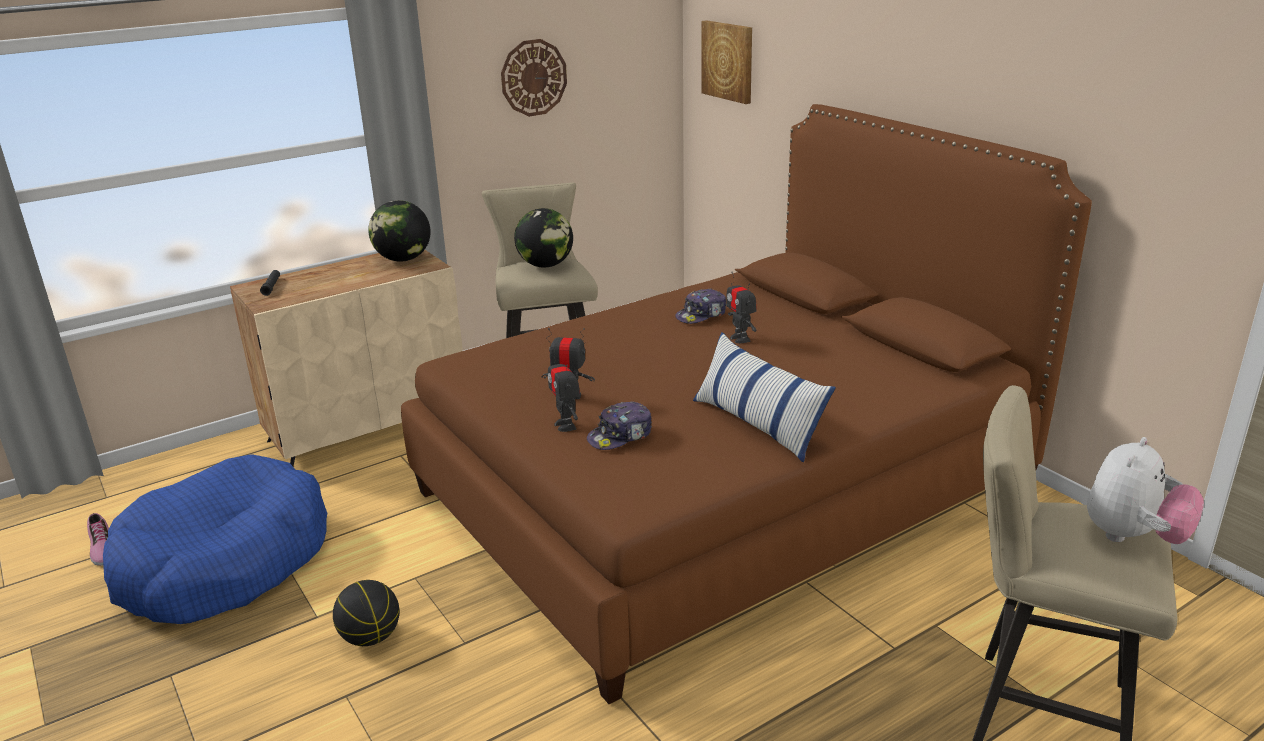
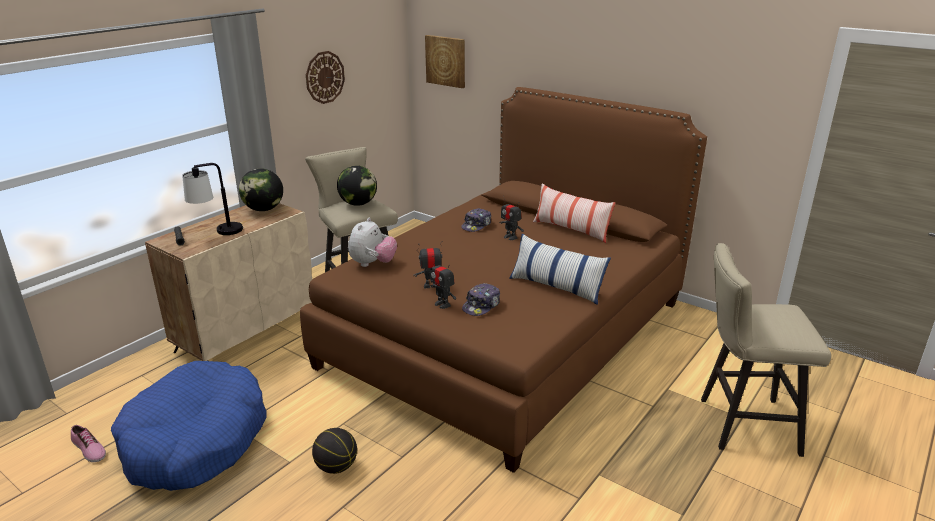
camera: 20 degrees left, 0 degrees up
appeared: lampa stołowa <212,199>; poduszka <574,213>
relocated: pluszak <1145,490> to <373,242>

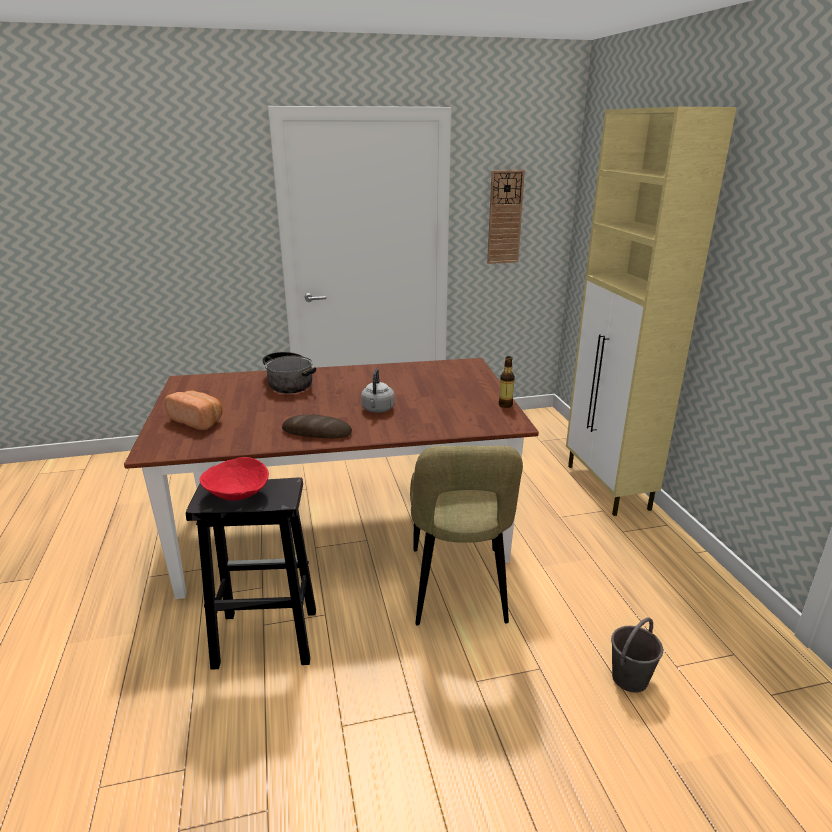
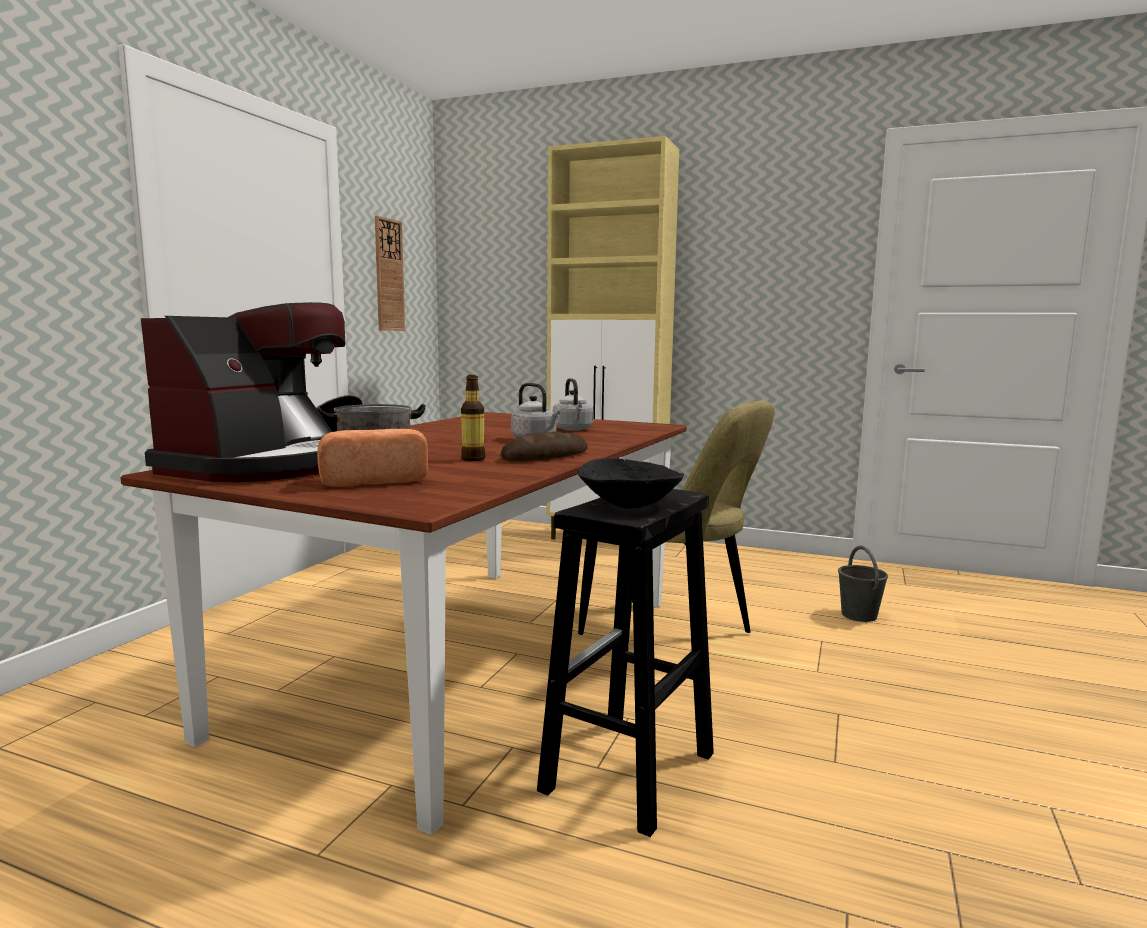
camera: 55 degrees left, 15 degrees down
appeared: ekspres do kawy <243,392>; czajnik/szary <573,404>
relocated: butelka <507,382> to <473,418>
colour: miska/czerwony <234,479> to miska/czarny <630,483>

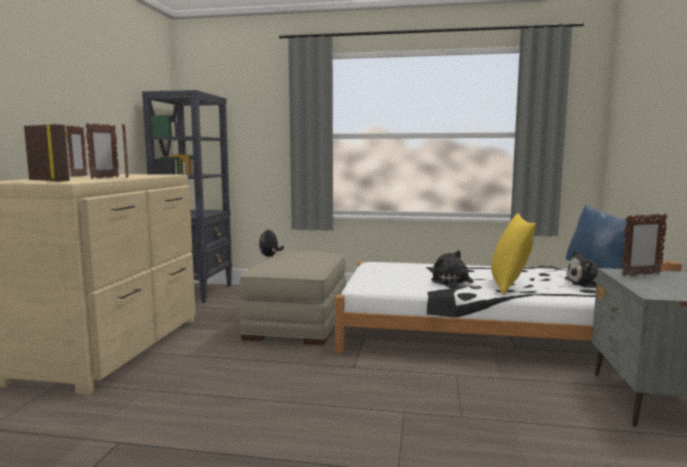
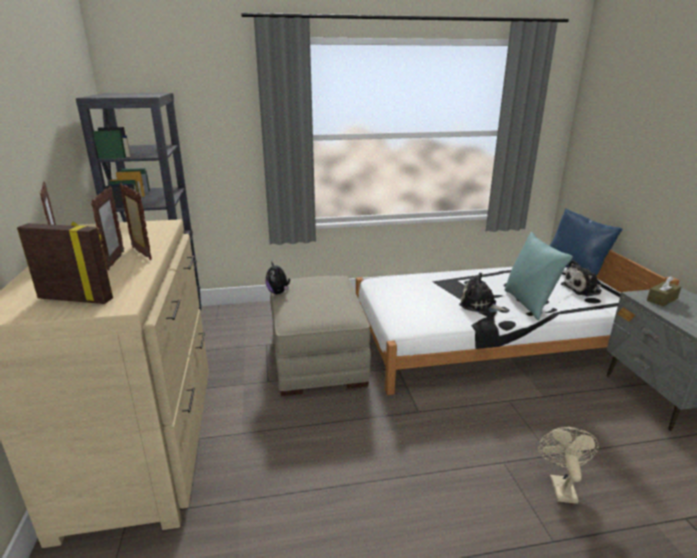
camera: 20 degrees left, 15 degrees up
appeared: wentylator/beżowy <568,465>
exchanged: ramka na zdjęcie <644,244> to pudełko chusteczek/brązowy <664,291>
colour: poduszka/żółty <513,254> to poduszka/turkusowy <539,276>

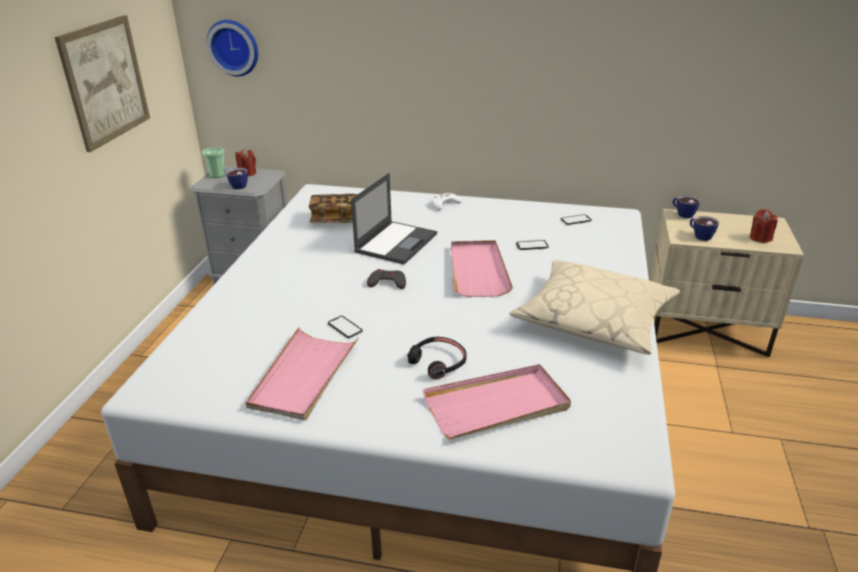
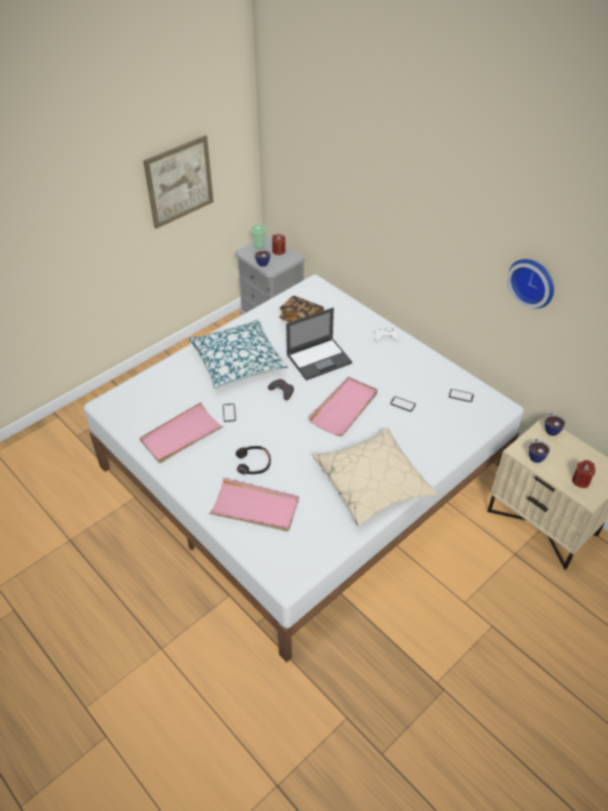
camera: 35 degrees right, 15 degrees up
appeared: poduszka <238,354>
relocated: zegar ścienny <232,48> to <530,283>

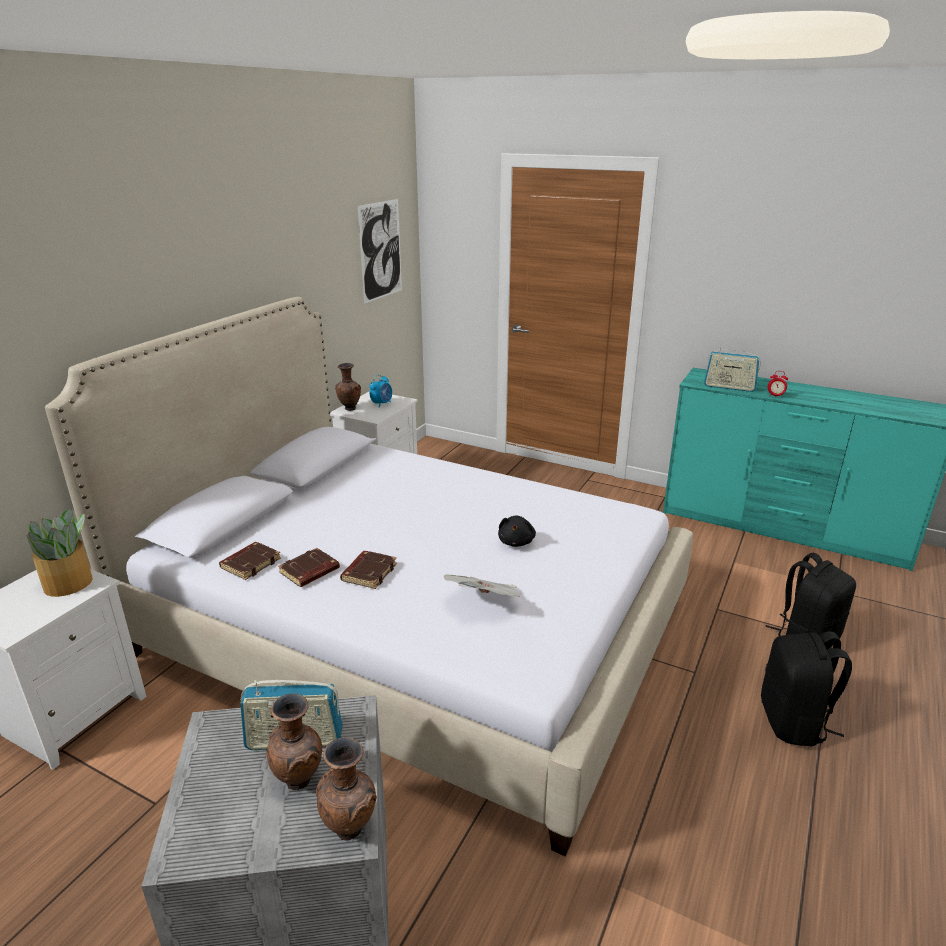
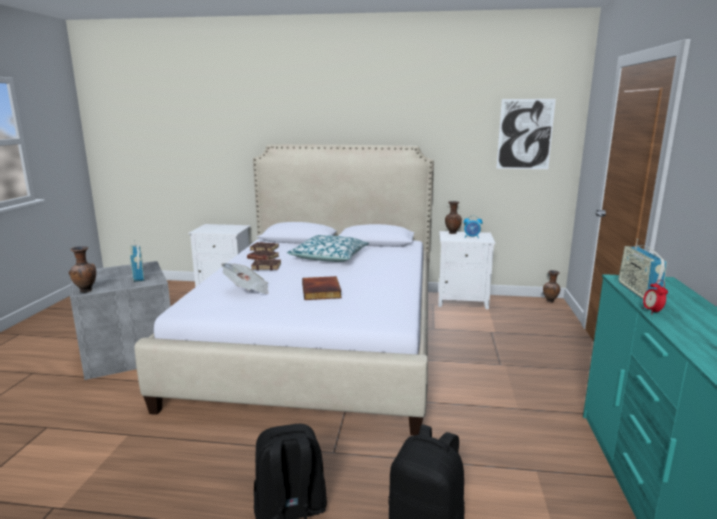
camera: 70 degrees right, 10 degrees down
missing: roślina doniczkowa <58,553>
appeared: poduszka <328,248>
relocated: wazon/brązowy <294,742> to <551,286>
exchanged: pluszak/czarny <517,531> to książka <322,288>

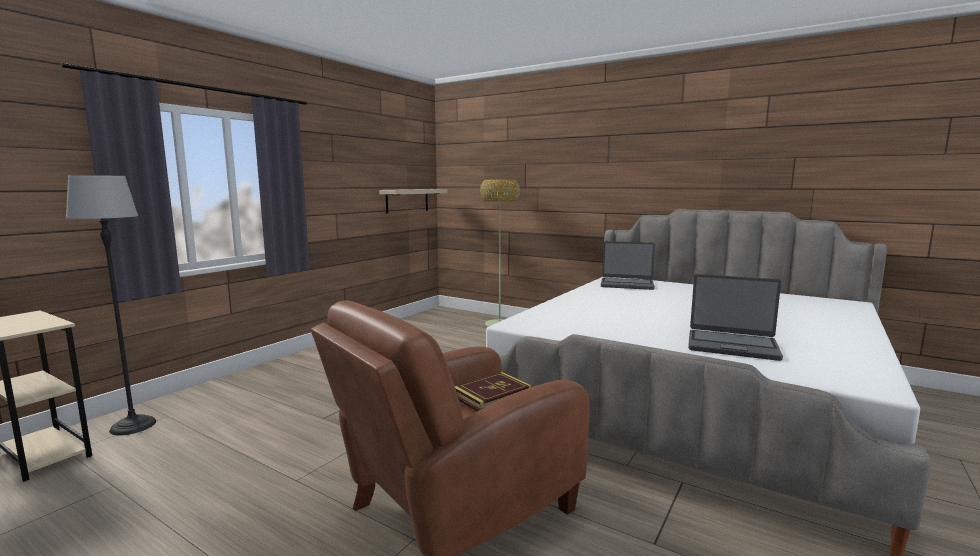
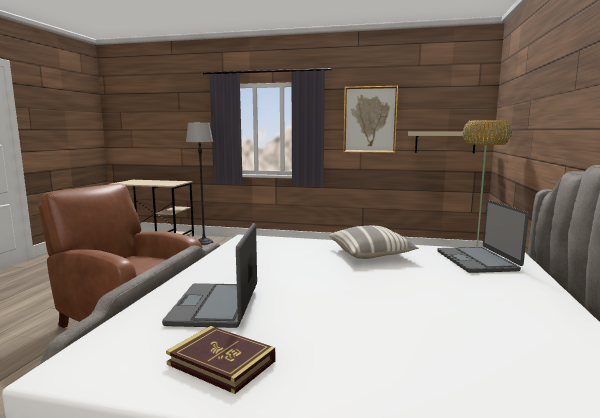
camera: 70 degrees right, 0 degrees up
appeared: poduszka <374,242>; obraz <370,119>
relocated: książka <493,391> to <220,360>

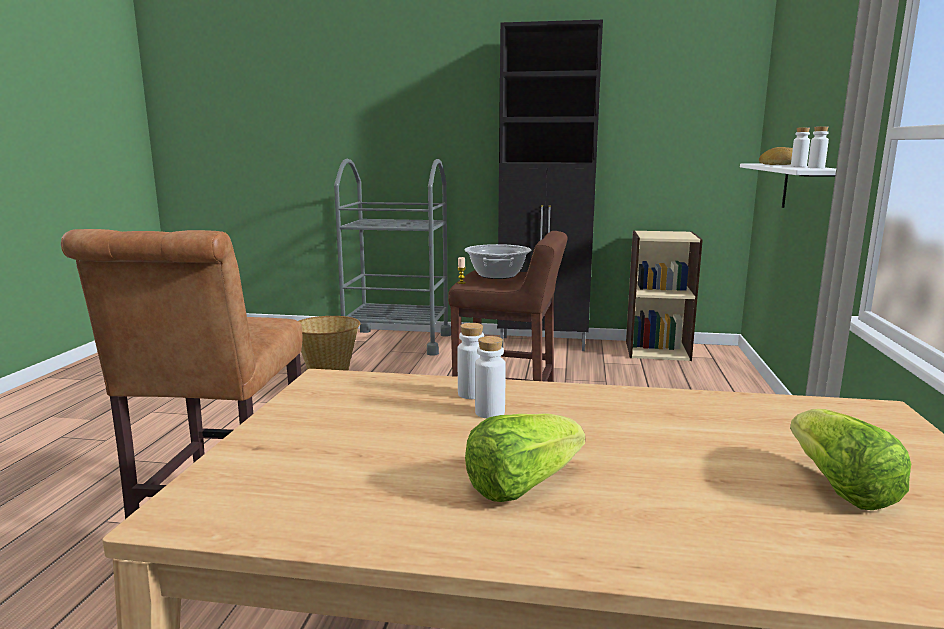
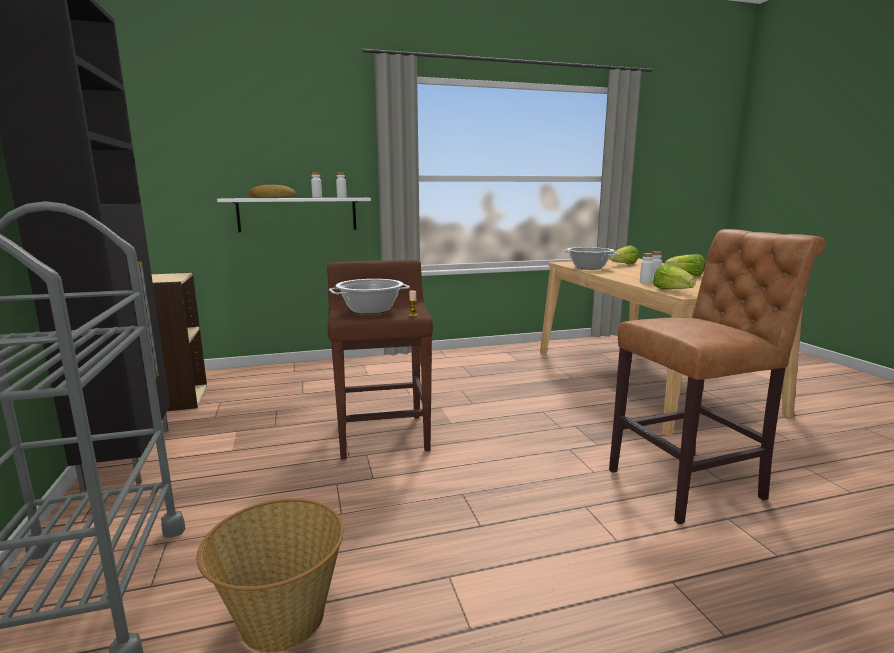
camera: 115 degrees left, 0 degrees up
appeared: garnek <590,258>; sałata <674,276>

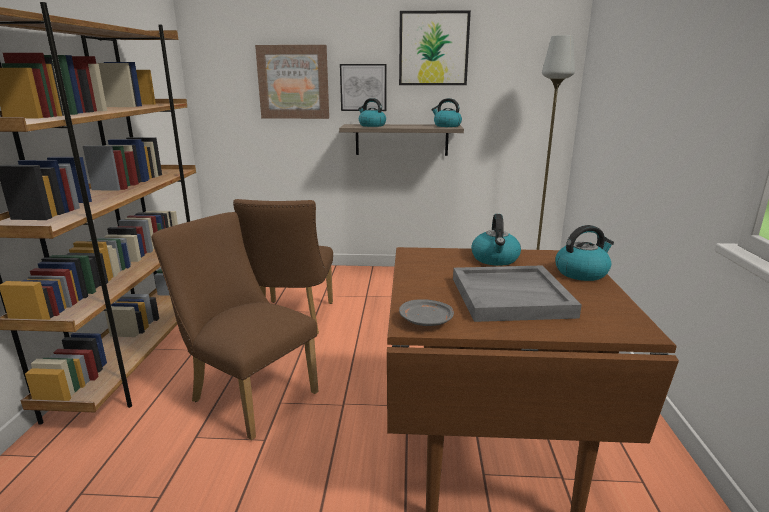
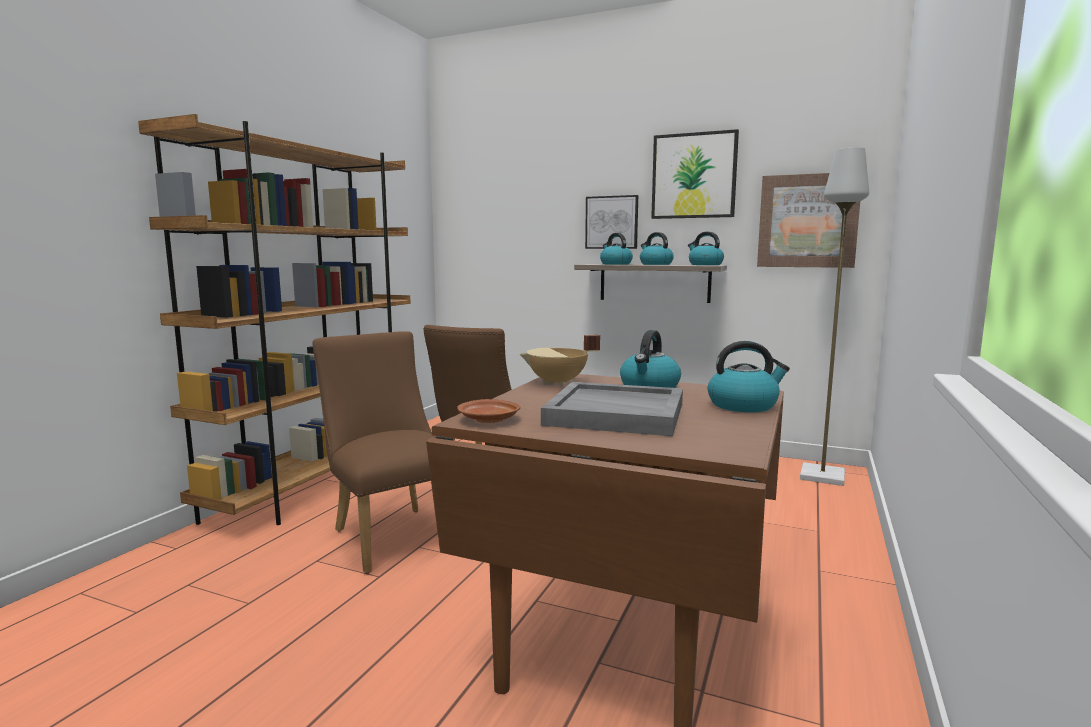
camera: 20 degrees right, 10 degrees down
appeared: garnek/beżowy <560,360>; czajnik <657,248>
relocated: obraz <292,82> to <808,220>
colour: talerz/szary <426,312> to talerz/brązowy <488,411>

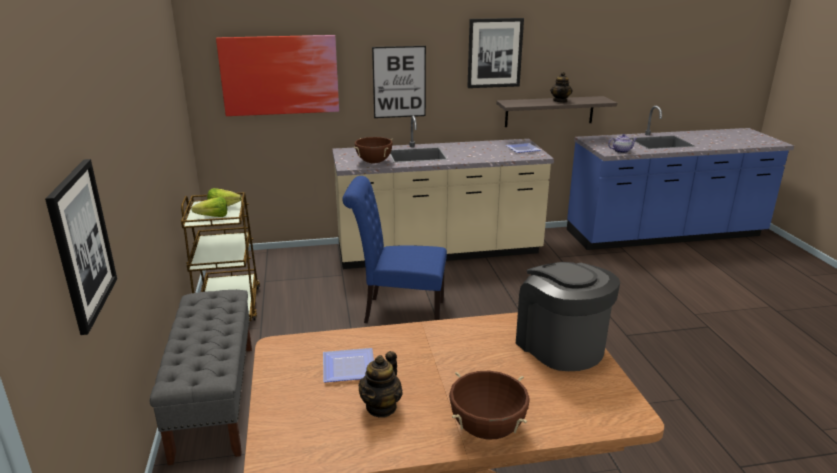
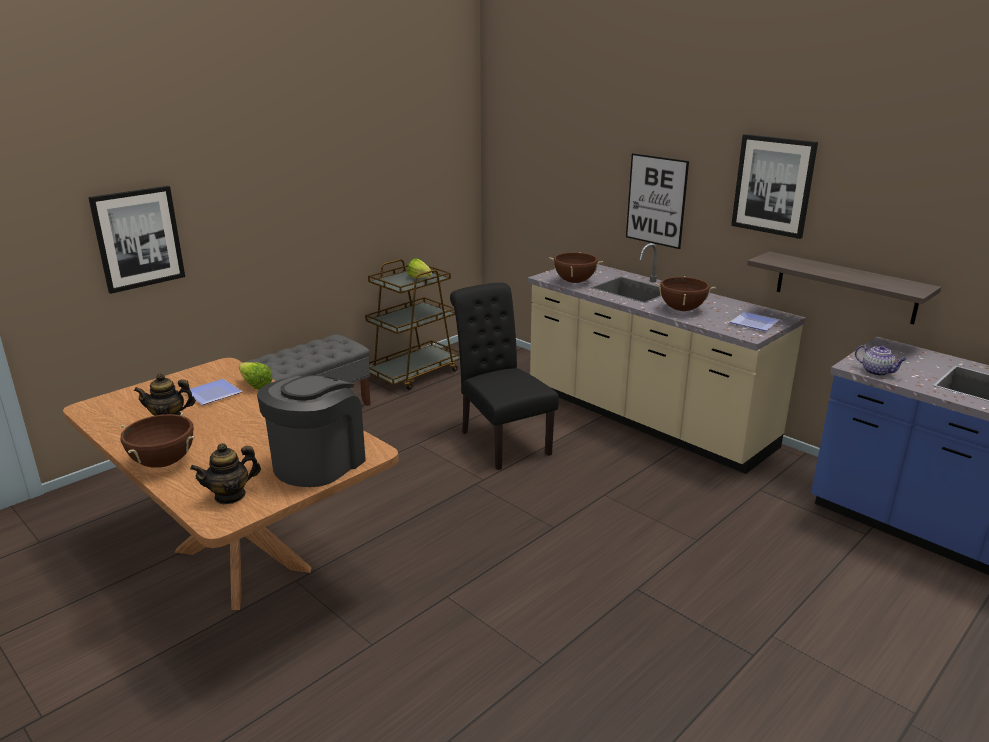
camera: 55 degrees right, 0 degrees up
missing: obraz <277,75>
appeared: garnek/brązowy <685,293>
relocated: sałata <209,207> to <256,376>; imbryk <561,87> to <225,474>
colour: krzesło/niebieski <394,249> to krzesło/czarny <504,376>

